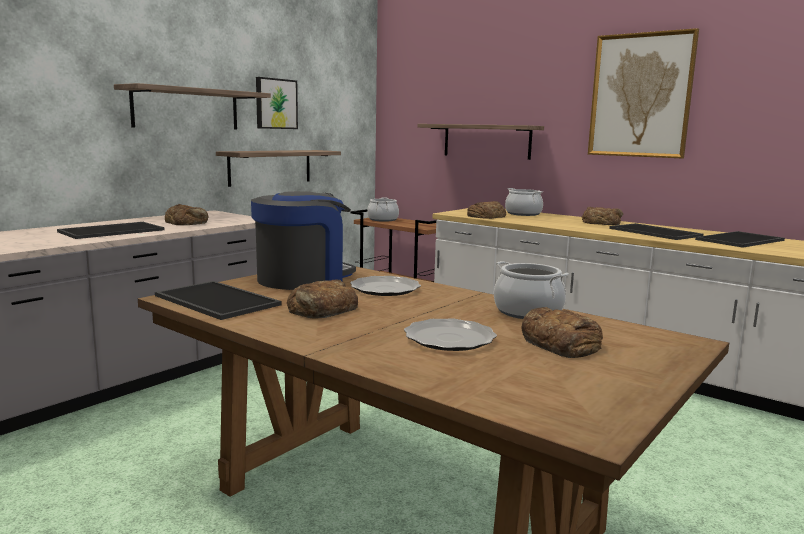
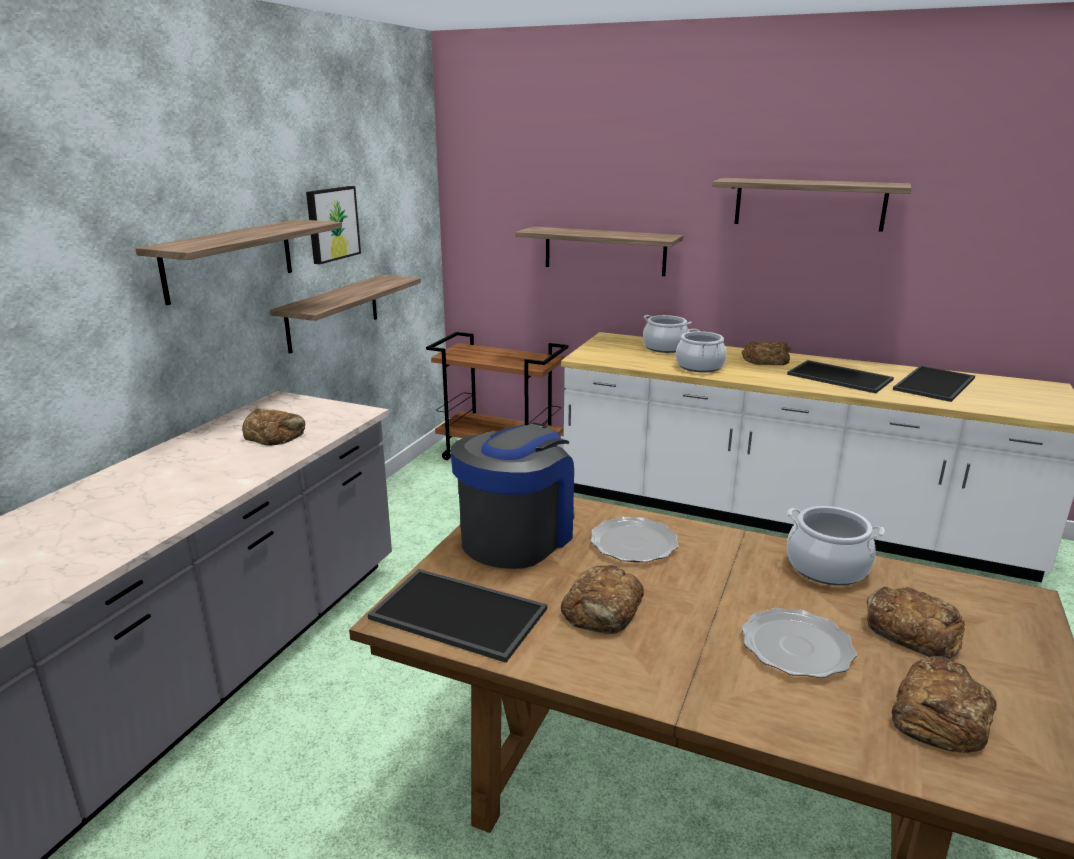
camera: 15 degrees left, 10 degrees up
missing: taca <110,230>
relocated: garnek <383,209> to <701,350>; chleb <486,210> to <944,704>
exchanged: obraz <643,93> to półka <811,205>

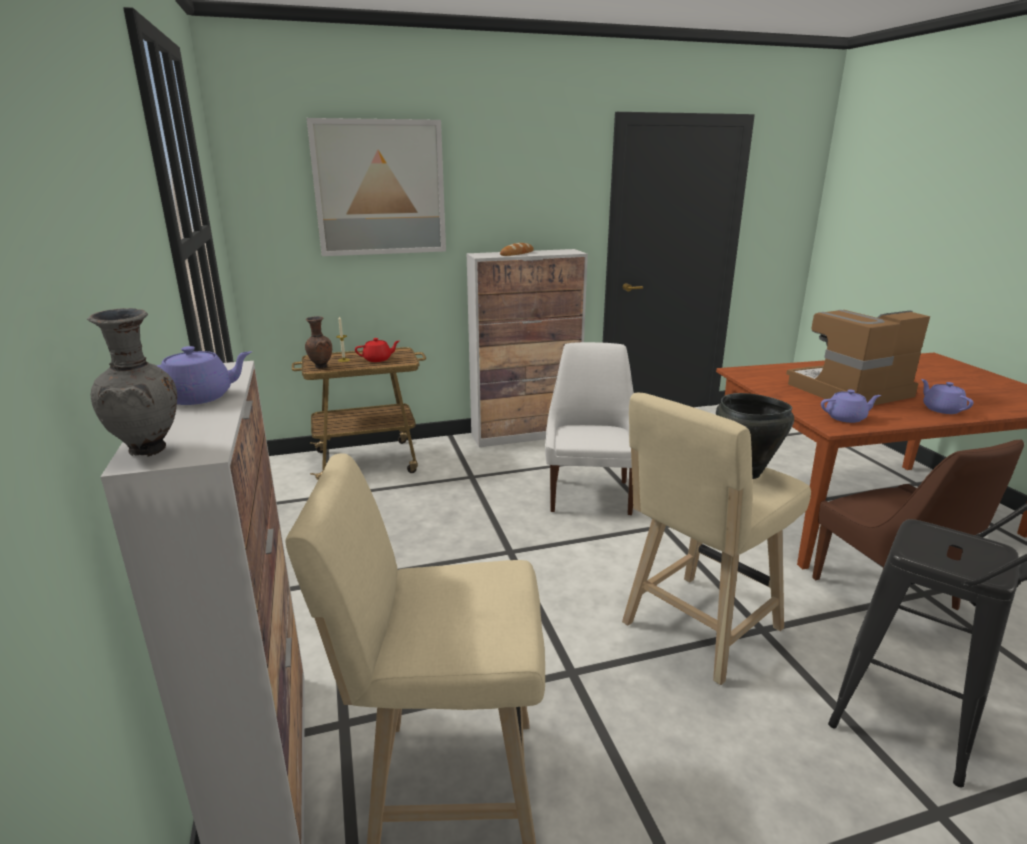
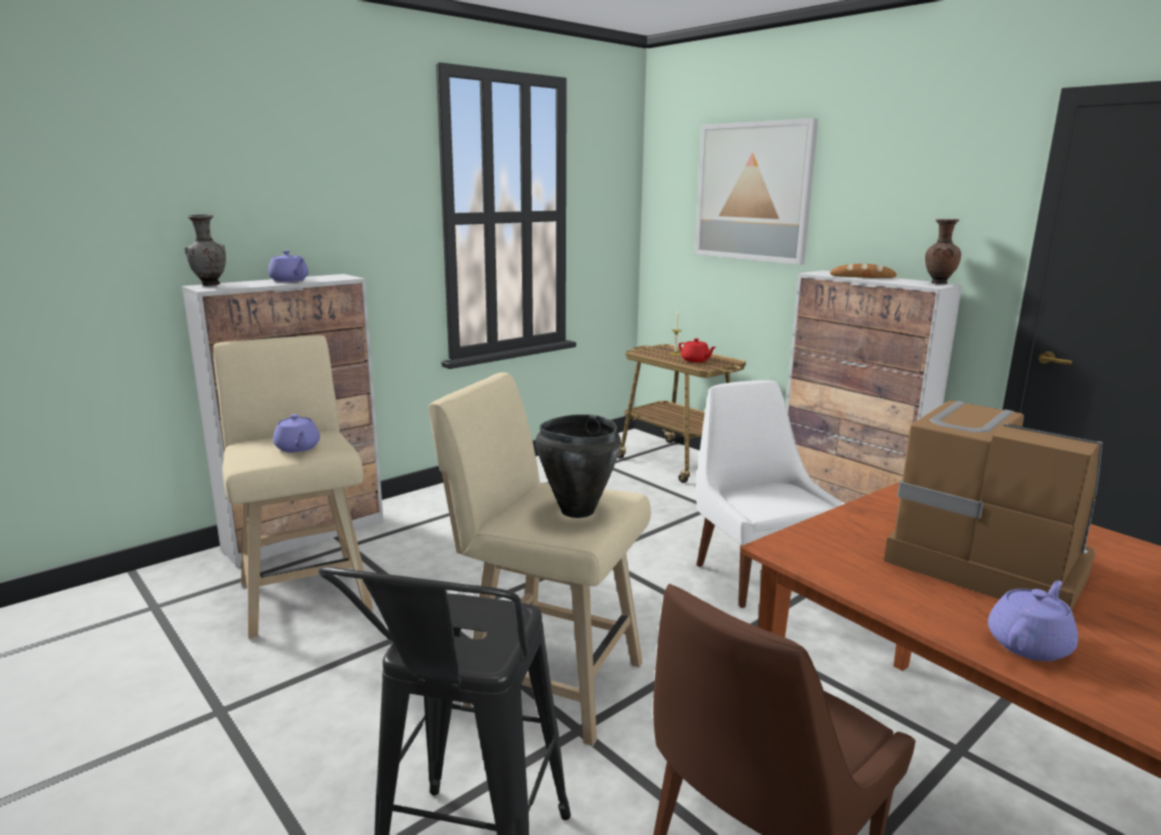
camera: 65 degrees right, 5 degrees down
relocated: wazon/brązowy <318,342> to <943,251>; imbryk/fioletowy <851,406> to <296,433>
spun: krzesło/biały <589,428> = <770,494> 90 degrees counterclockwise

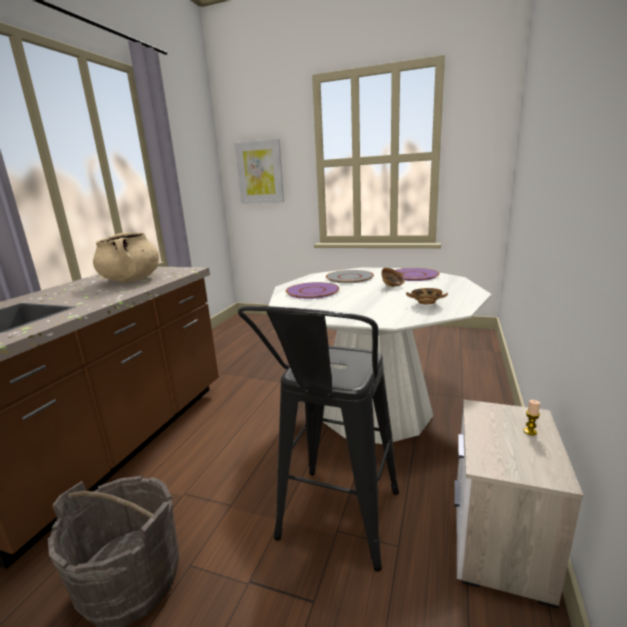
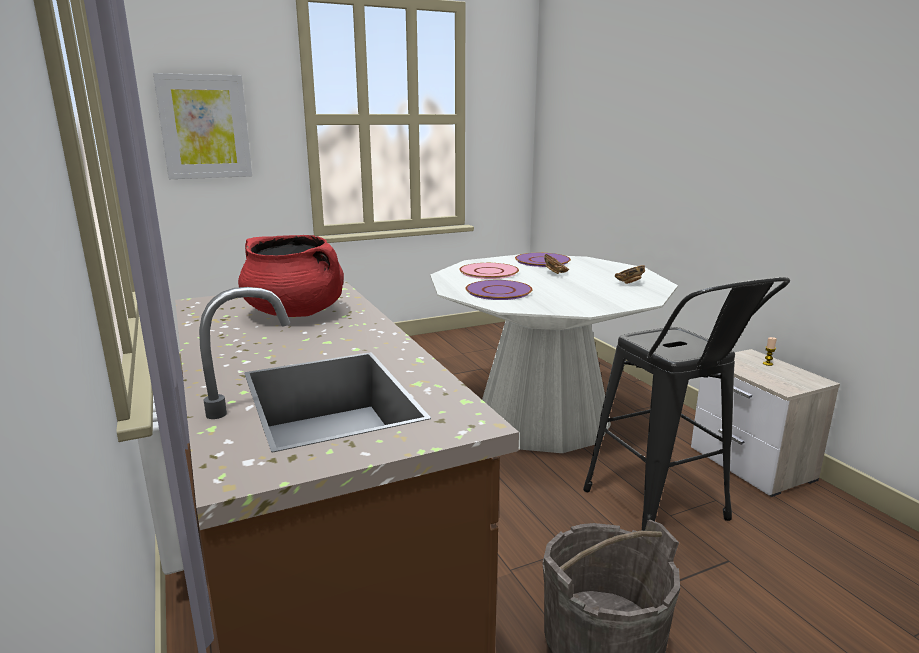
camera: 45 degrees left, 0 degrees up
colour: garnek/beżowy <126,257> to garnek/czerwony <291,276>; talerz/szary <350,276> to talerz/różowy <489,271>

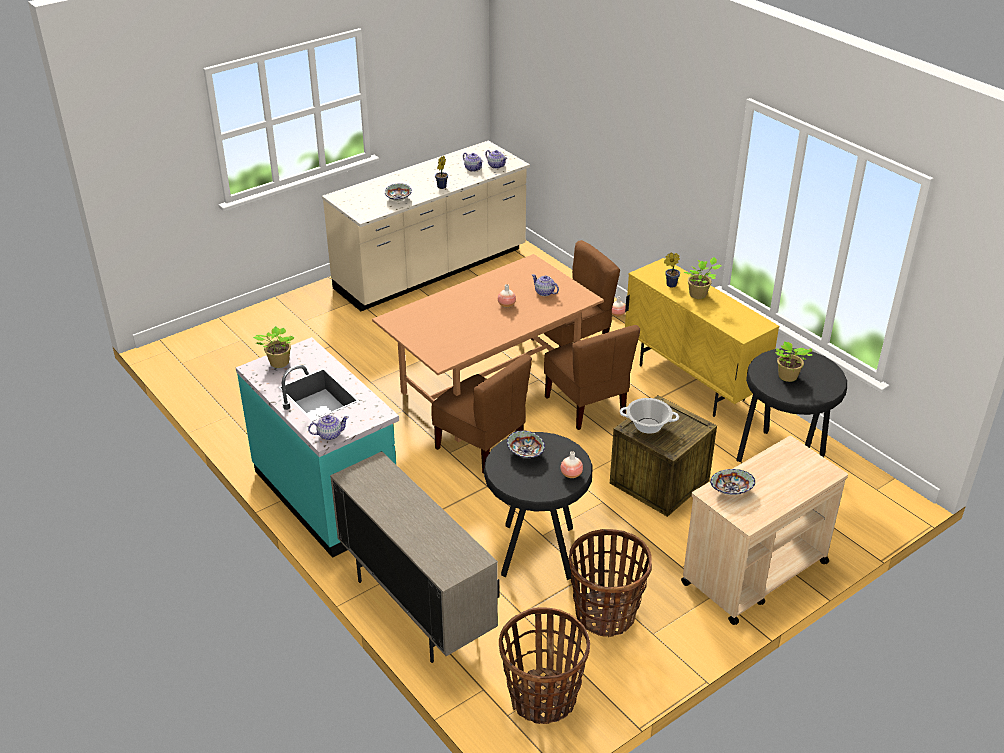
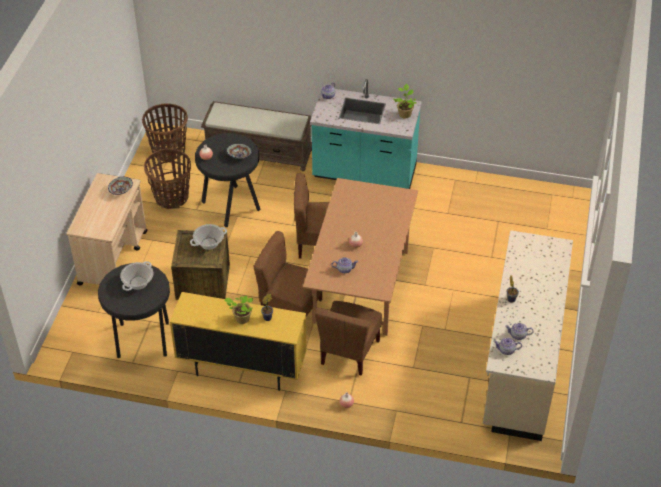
camera: 140 degrees right, 10 degrees up
missing: miska <398,192>
exchanged: szafka/beżowy <415,557> to ławka/brązowy <256,136>; roślina doniczkowa <794,361> to garnek <137,276>

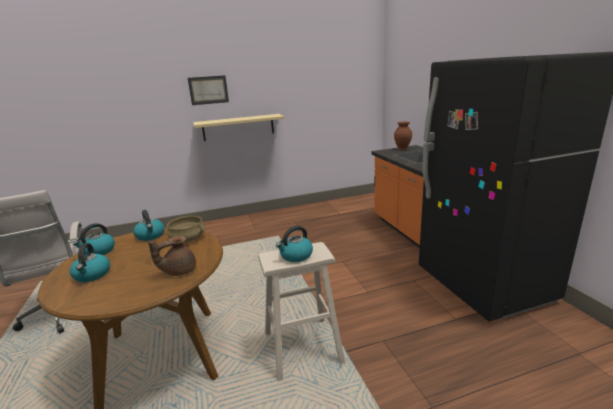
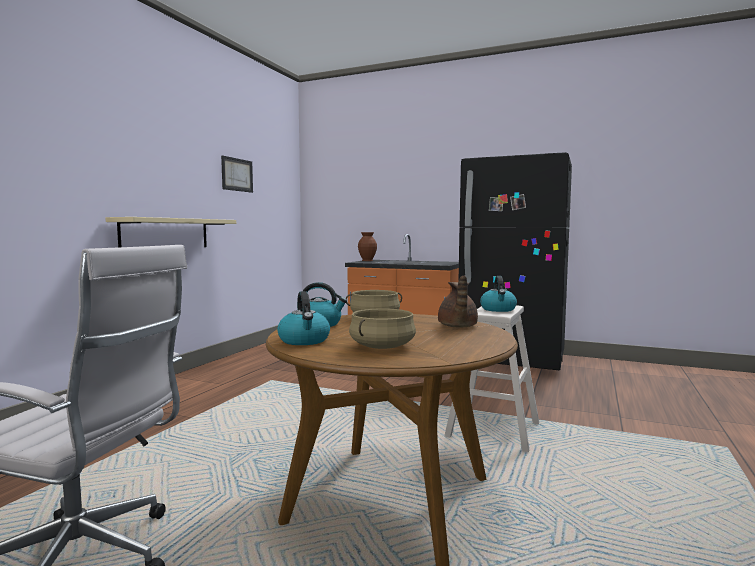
camera: 50 degrees left, 15 degrees down
relocated: obraz <208,90> to <237,174>
exchanged: czajnik <90,262> to garnek/beżowy <382,328>

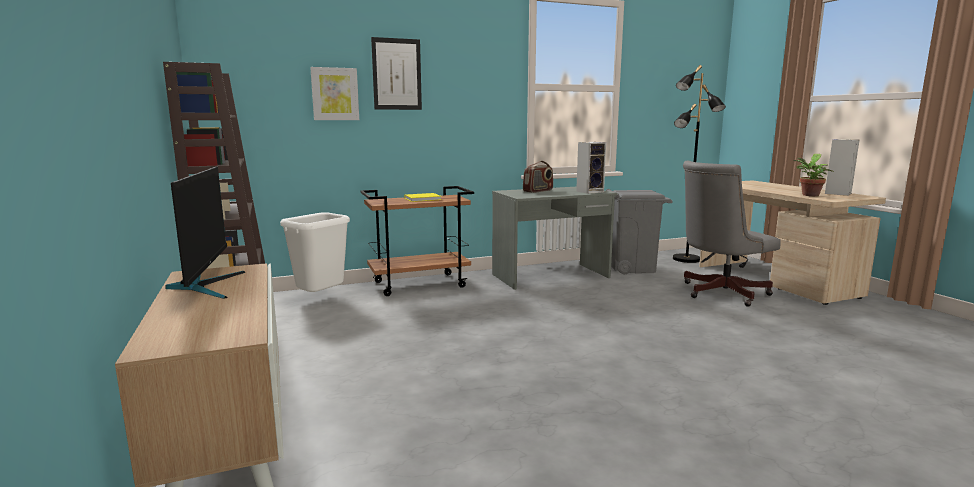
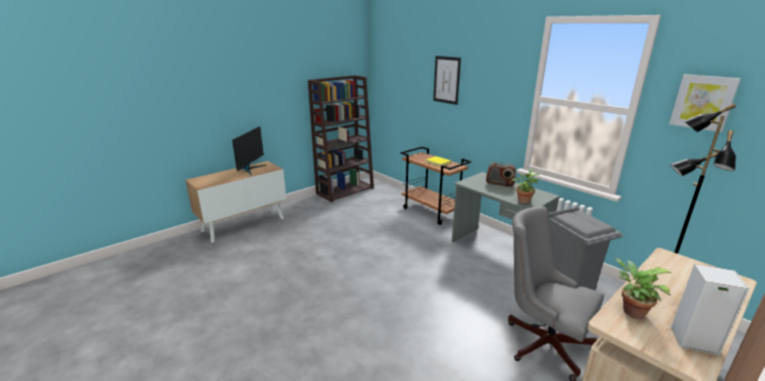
camera: 70 degrees right, 10 degrees up
missing: kosz na śmieci/biały <315,252>
relocated: obraz <334,93> to <705,103>
exchanged: głośnik <591,168> to roślina doniczkowa <525,186>
spun: monitor <205,233> = <249,150> 45 degrees counterclockwise

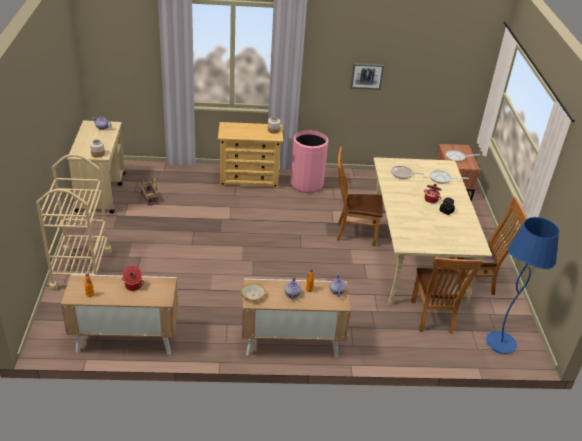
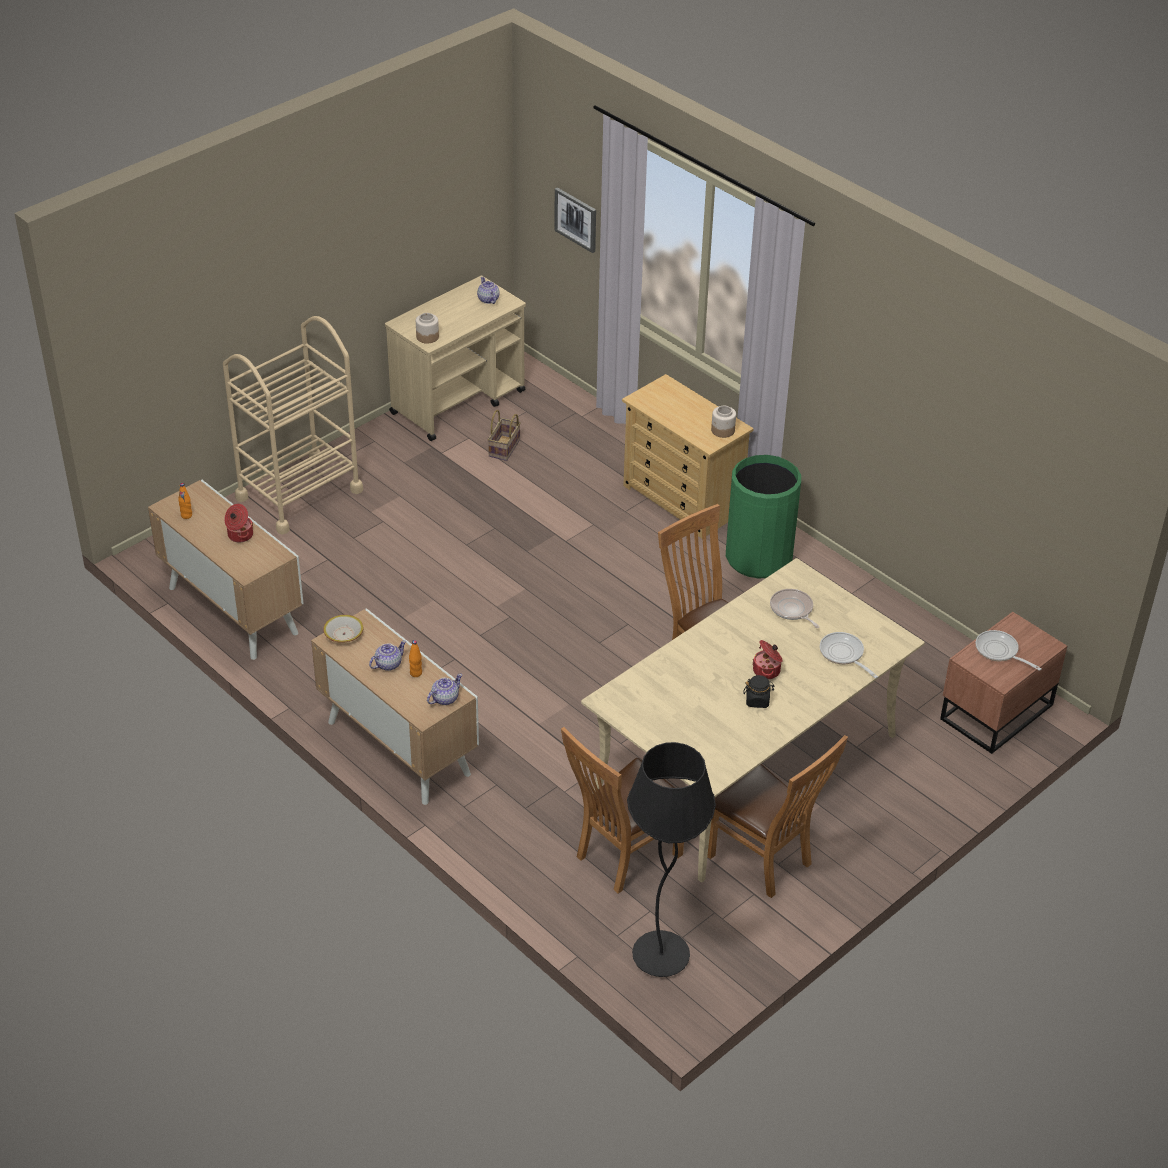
camera: 50 degrees right, 5 degrees up
relocated: obraz <367,76> to <575,220>
colour: kosz na śmieci/różowy <309,161> to kosz na śmieci/zielony <763,517>; lampa stojąca/niebieski <522,285> to lampa stojąca/czarny <671,859>

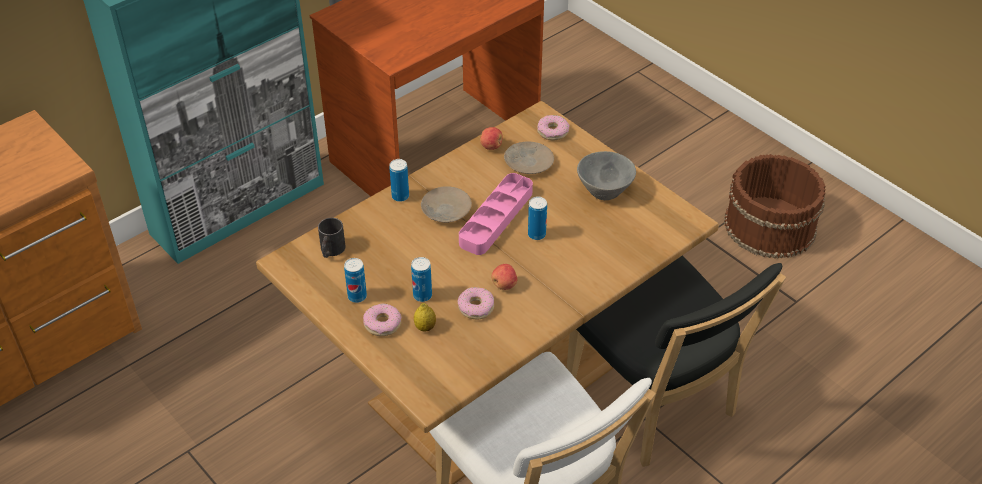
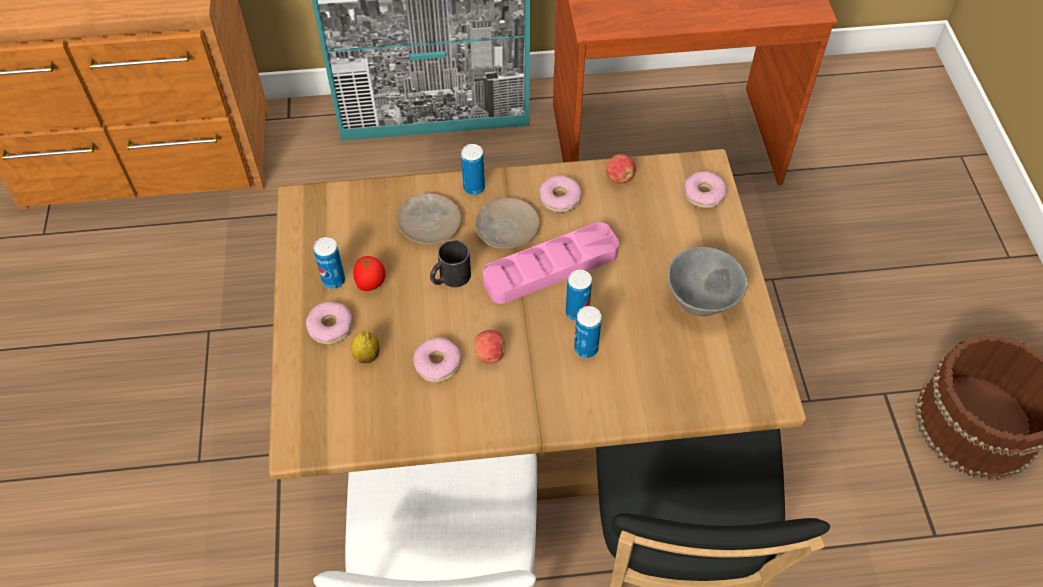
camera: 35 degrees right, 10 degrees up
appeared: pomidor <370,273>; donut <560,194>
relocated: kubek/czarny <331,238> to <450,263>; puszka <421,279> to <588,332>; talerz/beżowy <529,158> to <429,218>

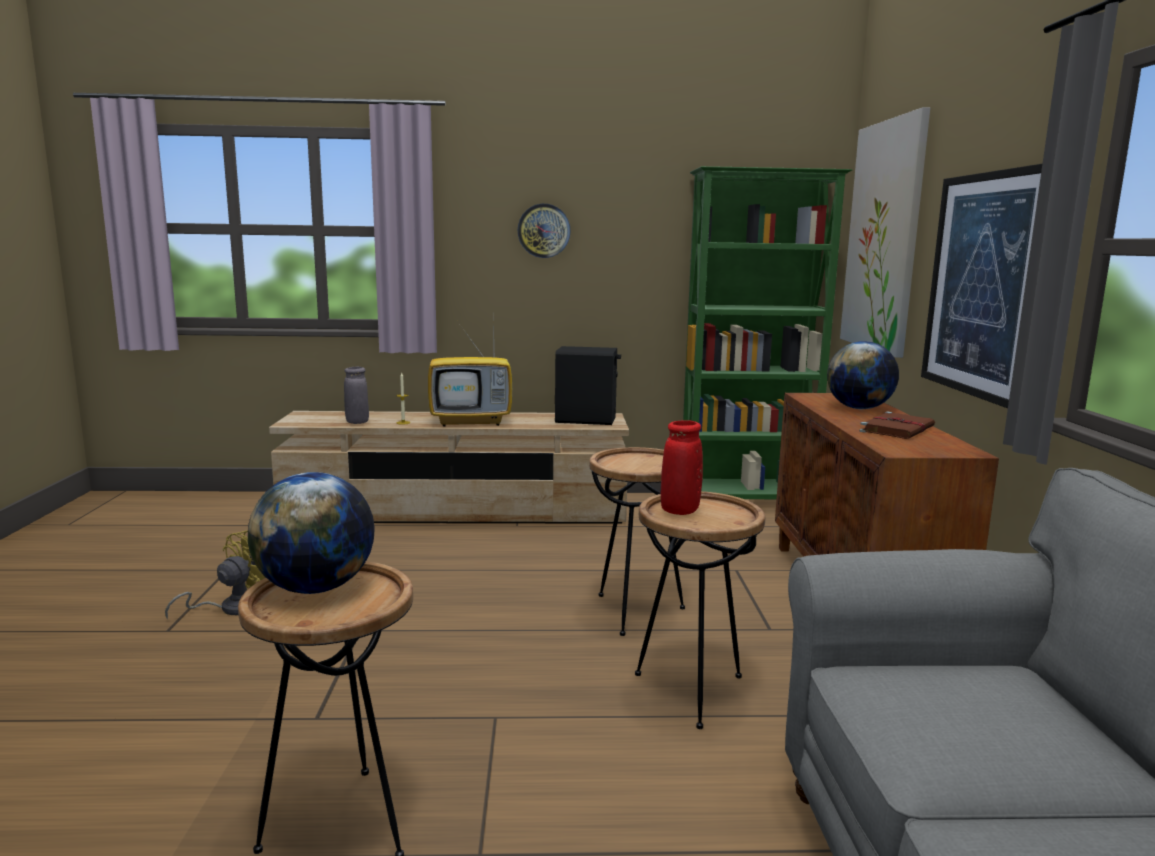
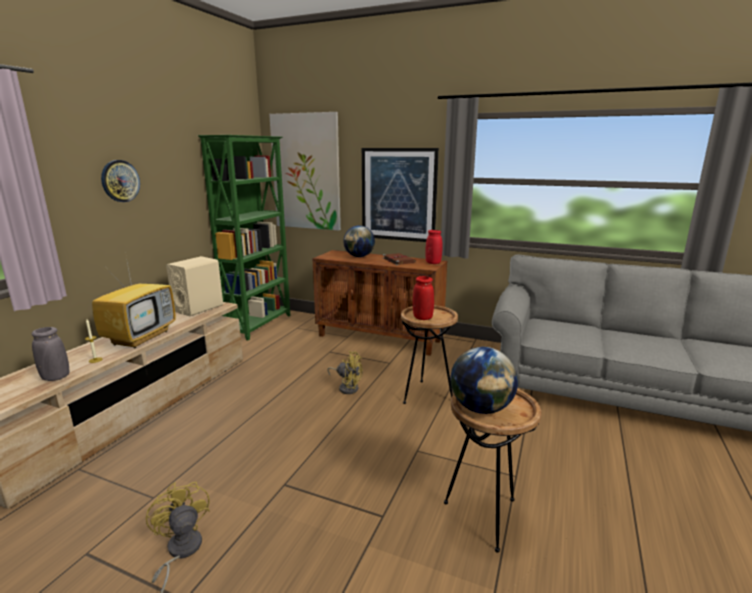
camera: 65 degrees left, 5 degrees up
appeared: wazon/czerwony <433,247>
exchanged: stolik/brązowy <637,541> to wentylator/żółty <345,372>
colour: głośnik/czarny <588,385> to głośnik/beżowy <194,286>

